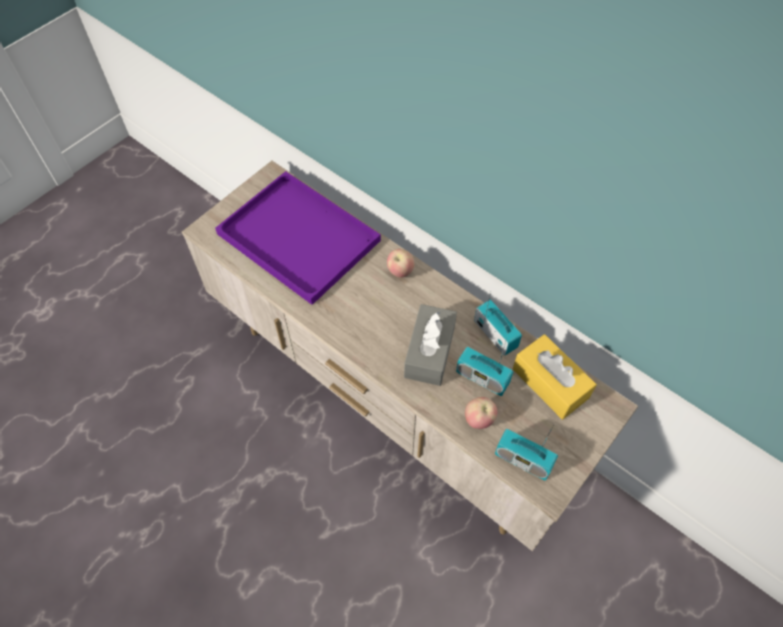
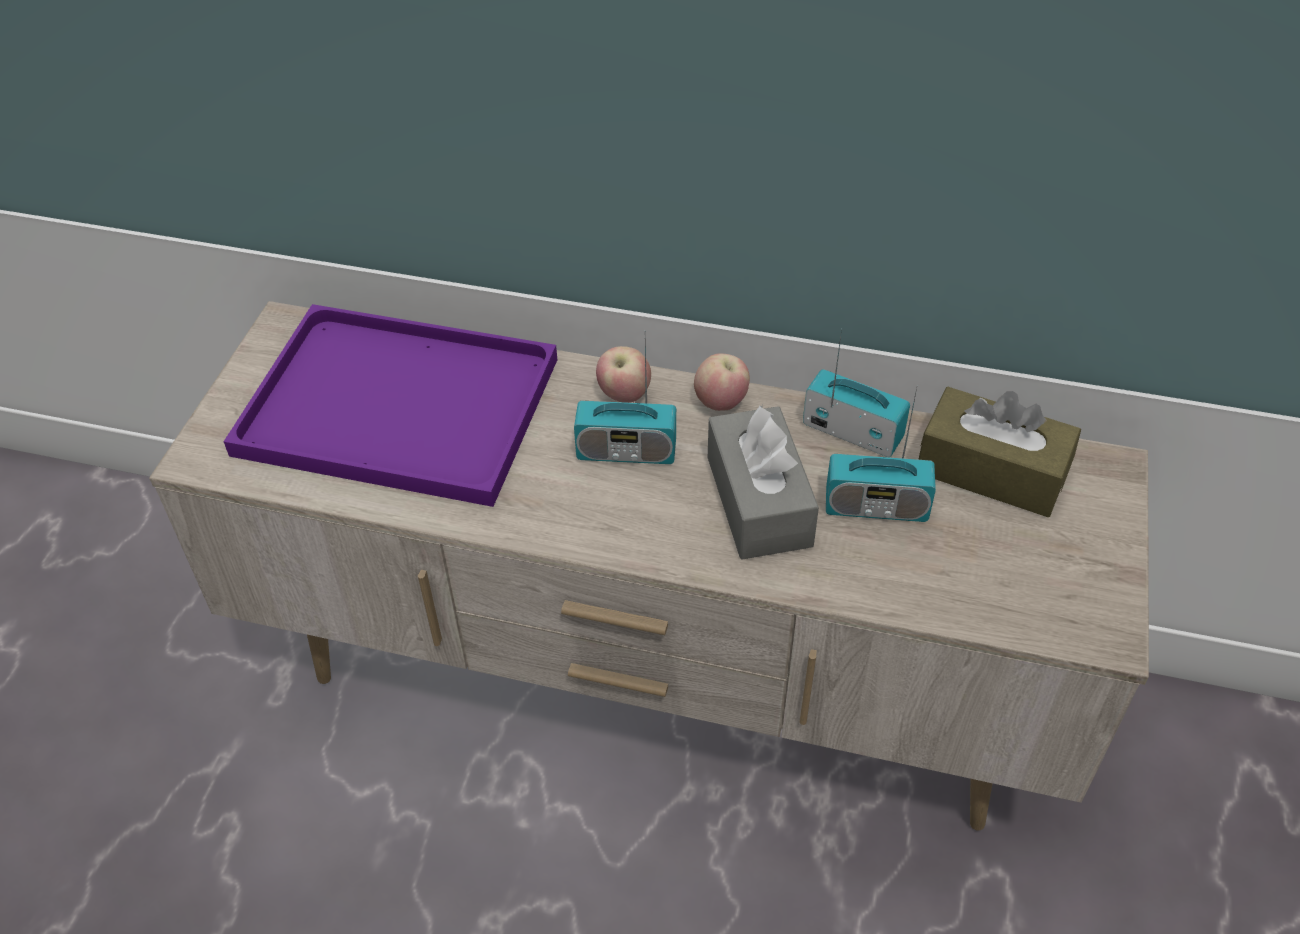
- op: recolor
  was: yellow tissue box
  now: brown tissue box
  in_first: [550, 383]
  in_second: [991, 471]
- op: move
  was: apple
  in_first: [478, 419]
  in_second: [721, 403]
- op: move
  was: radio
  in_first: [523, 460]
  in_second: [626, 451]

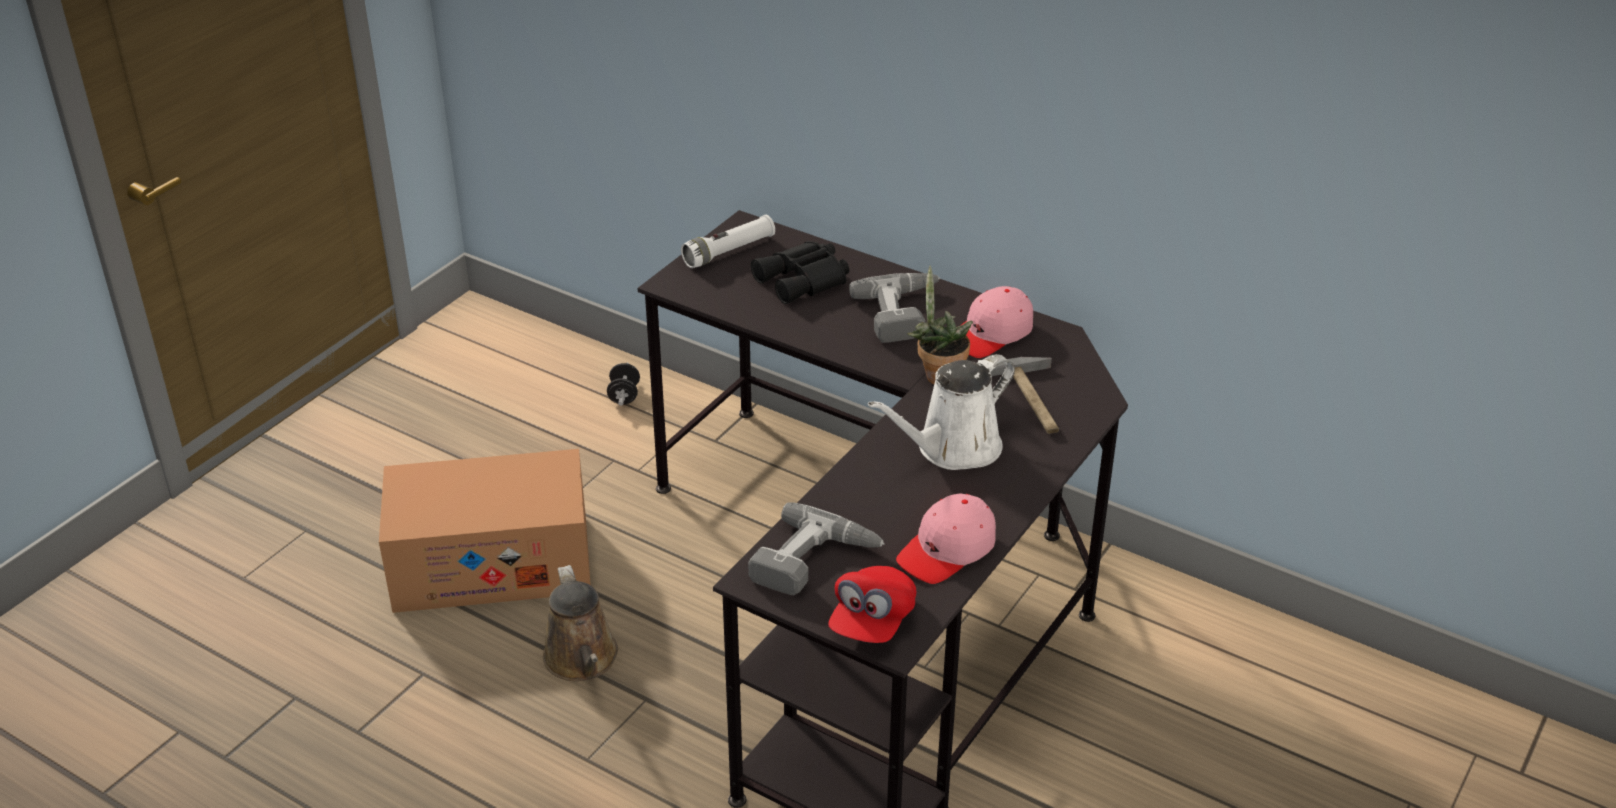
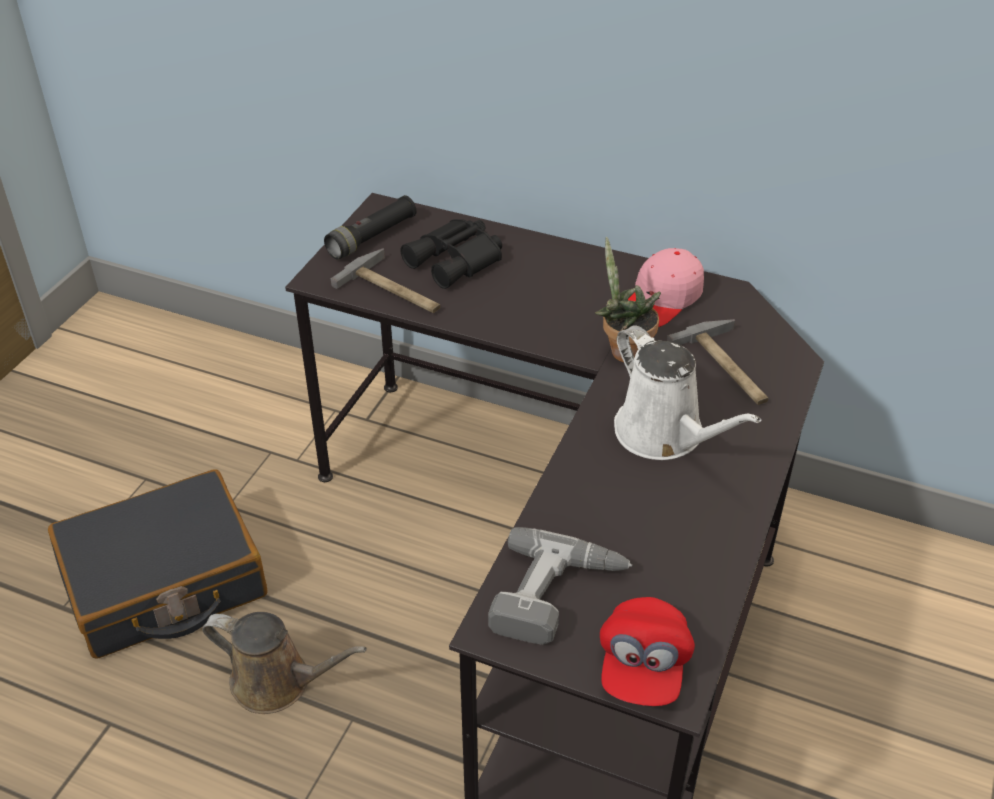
- op: recolor
  was: white flashlight
  now: black flashlight
  in_first: [729, 252]
  in_second: [372, 238]
- op: delete
  was: power drill
  in_first: [904, 313]
- op: rotate
  was: white watering can
  in_first: [952, 449]
  in_second: [664, 435]
  clockwise: -75
- op: delete
  was: black dumbbell
  in_first: [624, 396]
- op: replace
  was: cardboard box
  now: black suitcase
  in_first: [492, 563]
  in_second: [164, 582]
- op: delete
  was: pink cap
  in_first: [947, 550]
- op: rotate
  was: brown watering can
  in_first: [582, 660]
  in_second: [278, 682]
  clockwise: -45
- op: insert
  now: hammer
  in_second: [395, 290]

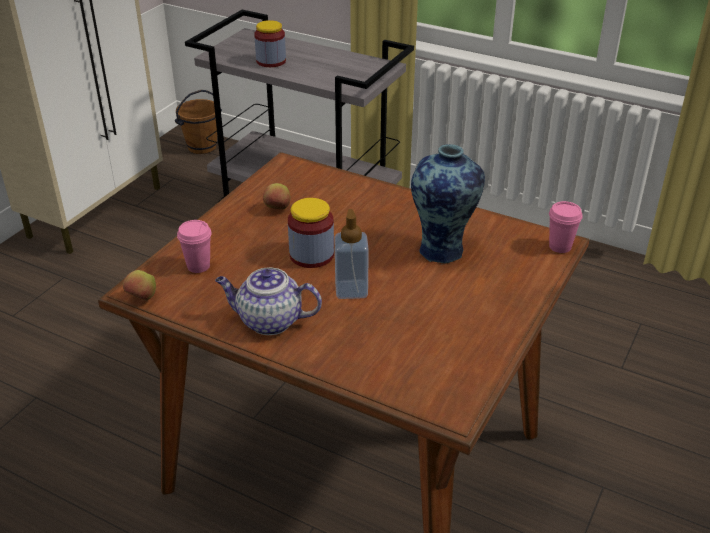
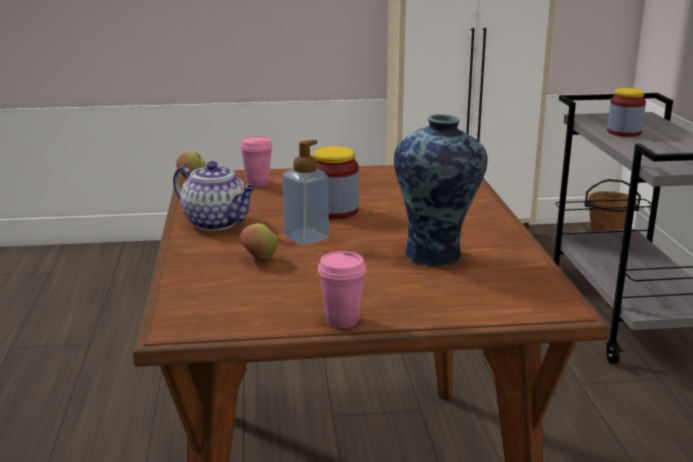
- op: move
  was: apple
  in_first: [277, 209]
  in_second: [259, 260]
- op: move
  was: pink cup
  in_first: [560, 246]
  in_second: [342, 320]
- op: rotate
  was: teapot
  in_first: [268, 321]
  in_second: [217, 223]
  clockwise: 150

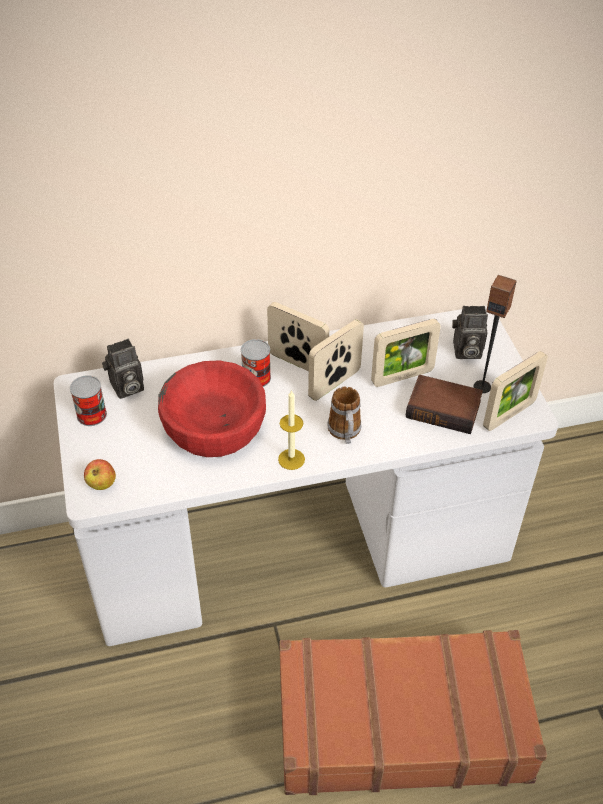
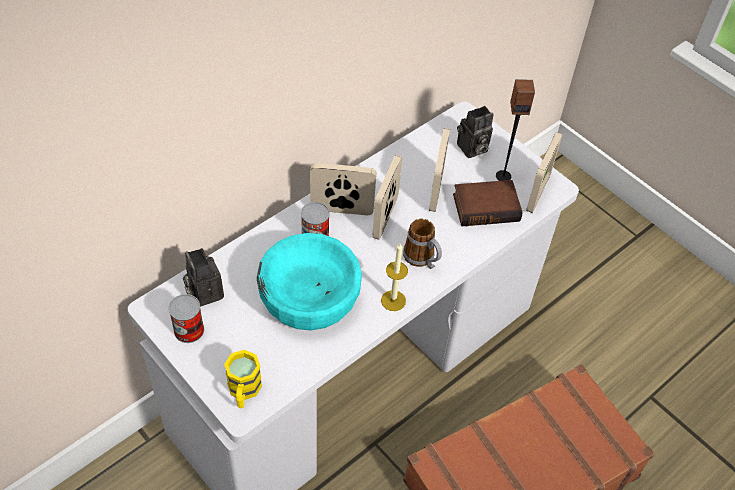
- op: rotate
  was: picture frame
  in_first: [402, 377]
  in_second: [436, 190]
  clockwise: 150
- op: rotate
  was: photo camera
  in_first: [126, 388]
  in_second: [204, 292]
  clockwise: 120
- op: recolor
  was: red bowl
  now: turquoise bowl
  in_first: [214, 428]
  in_second: [309, 299]
- op: replace
  was: apple
  now: yellow mug
  in_first: [101, 484]
  in_second: [243, 391]

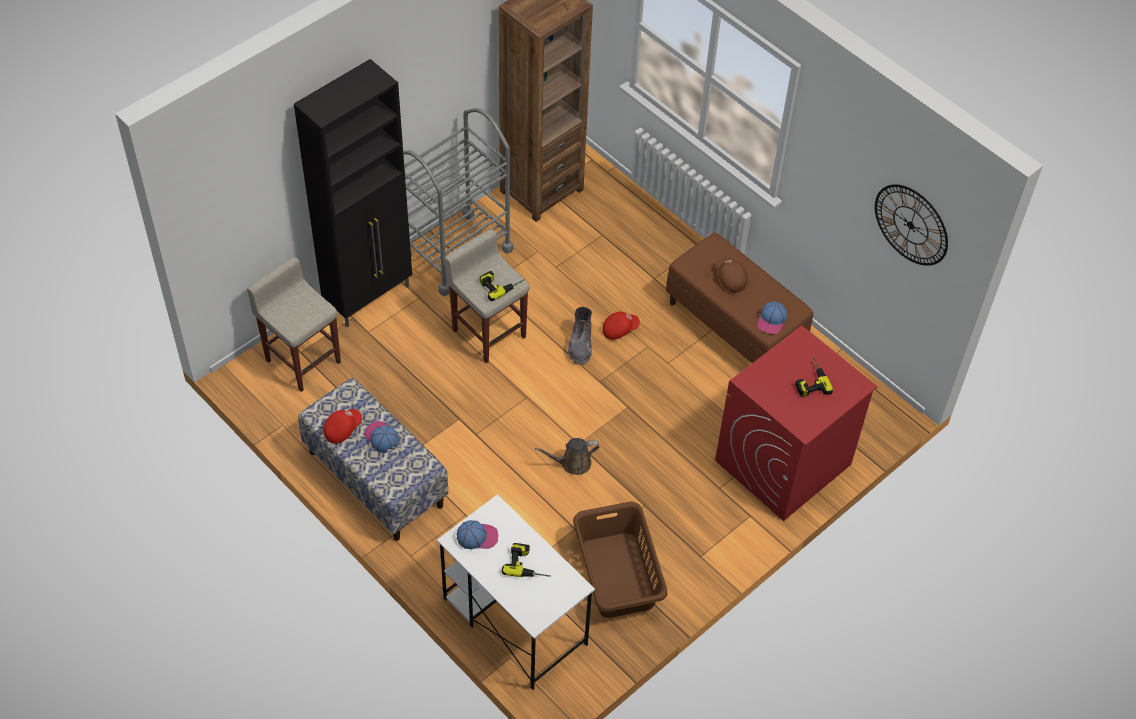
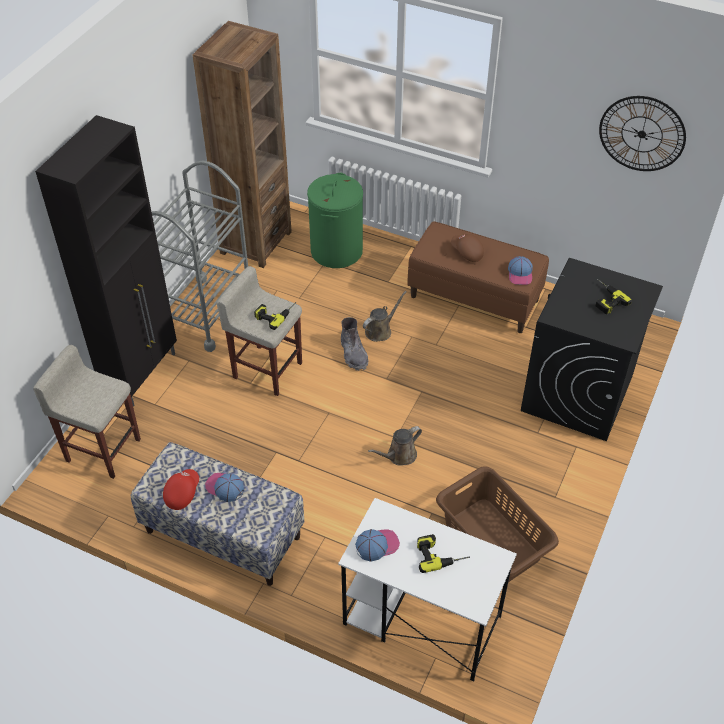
- op: replace
  was: red cap
  now: brown watering can
  in_first: [619, 329]
  in_second: [380, 330]
- op: recolor
  was: red washing machine
  now: black washing machine
  in_first: [782, 463]
  in_second: [577, 393]
- op: insert
  now: green laundry basket
  in_second: [336, 251]

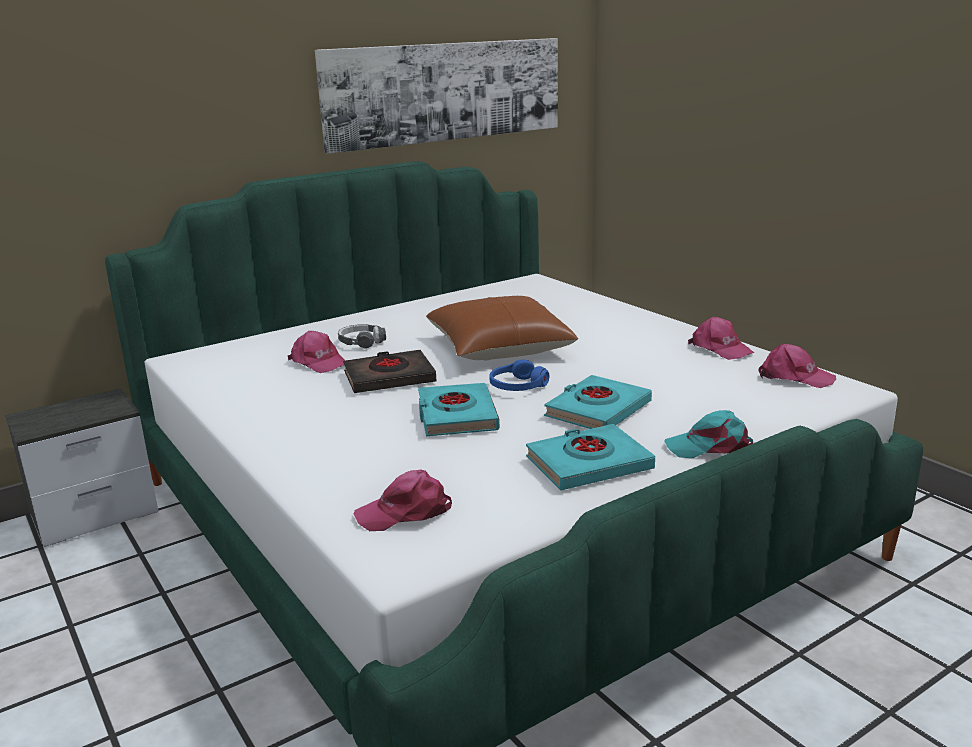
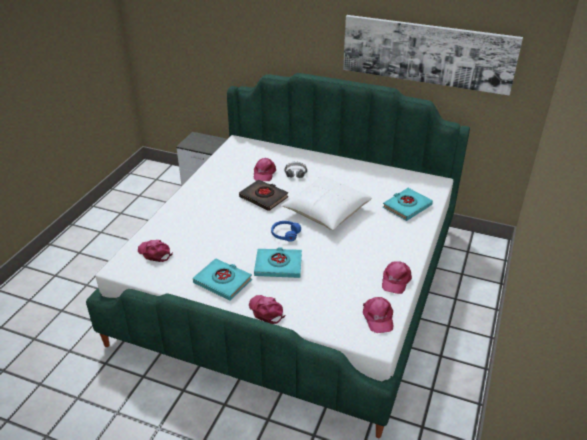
- op: recolor
  was: brown pillow
  now: white pillow
  in_first: [499, 348]
  in_second: [326, 211]
- op: move
  was: turquoise book
  in_first: [456, 416]
  in_second: [406, 207]
- op: recolor
  was: turquoise cap
  now: pink cap
  in_first: [710, 447]
  in_second: [266, 311]

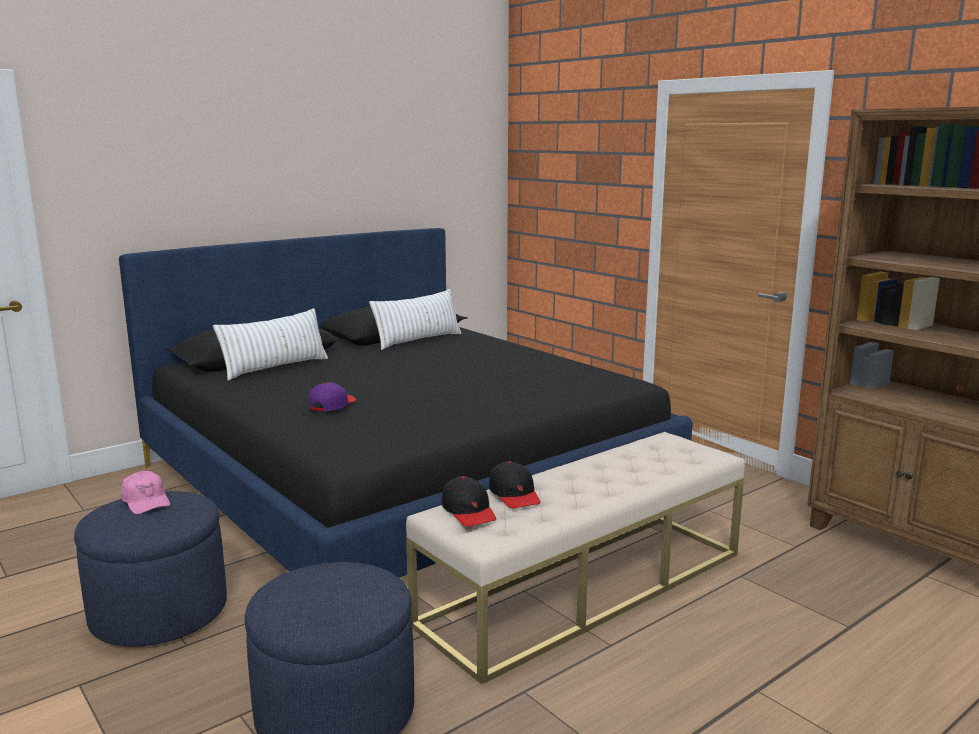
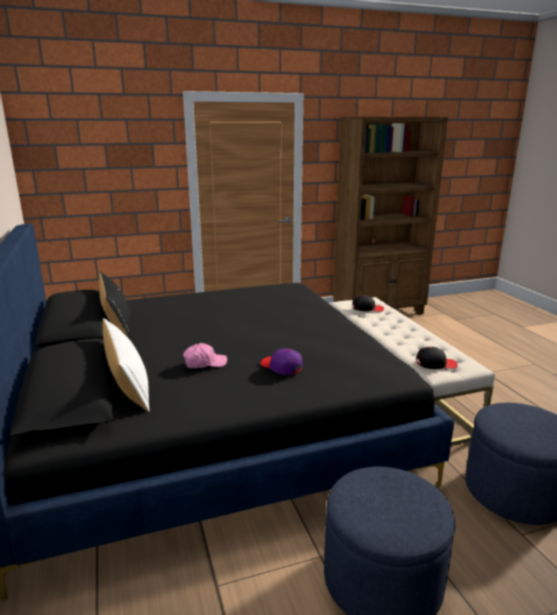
- op: recolor
  was: white pillow
  now: black pillow
  in_first: [418, 340]
  in_second: [116, 320]
- op: move
  was: black cap
  in_first: [514, 494]
  in_second: [367, 308]
- op: move
  was: pink cap
  in_first: [146, 501]
  in_second: [204, 363]

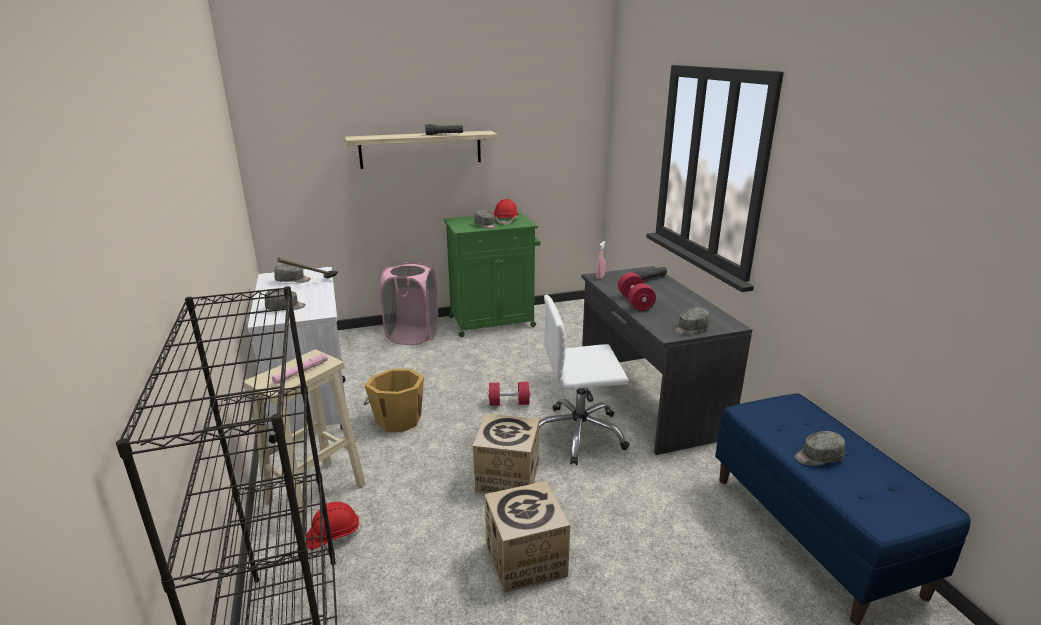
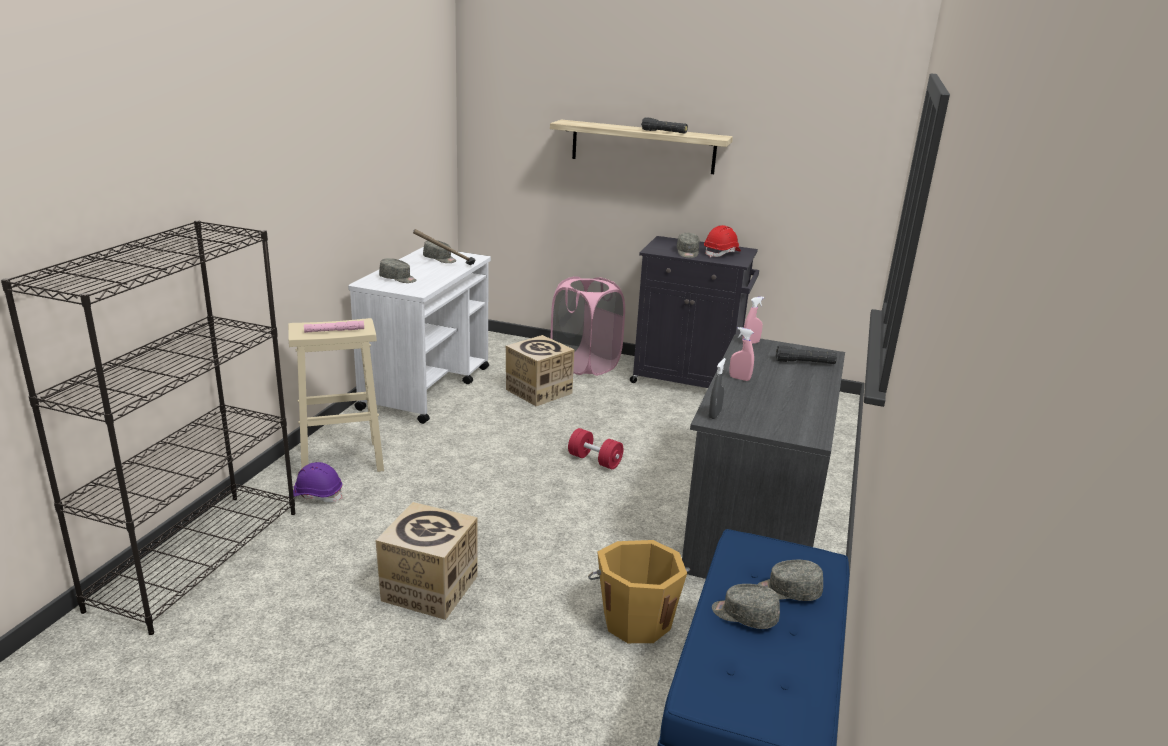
- op: recolor
  was: green cabinet
  now: black cabinet
  in_first: [493, 322]
  in_second: [688, 379]
- op: replace
  was: red dumbbell
  now: pink spray bottle
  in_first: [635, 302]
  in_second: [739, 378]
- op: delete
  was: white office chair
  in_first: [578, 434]
- op: move
  was: grey cap
  in_first: [690, 329]
  in_second: [788, 591]
- op: move
  was: orange bucket
  in_first: [398, 419]
  in_second: [636, 620]
- op: move
  was: cardboard box
  in_first: [507, 477]
  in_second: [538, 391]
- op: recolor
  was: red hard hat
  now: purple hard hat
  in_first: [333, 535]
  in_second: [316, 495]
- op: insert
  now: grey spray bottle
  in_second: [714, 415]

